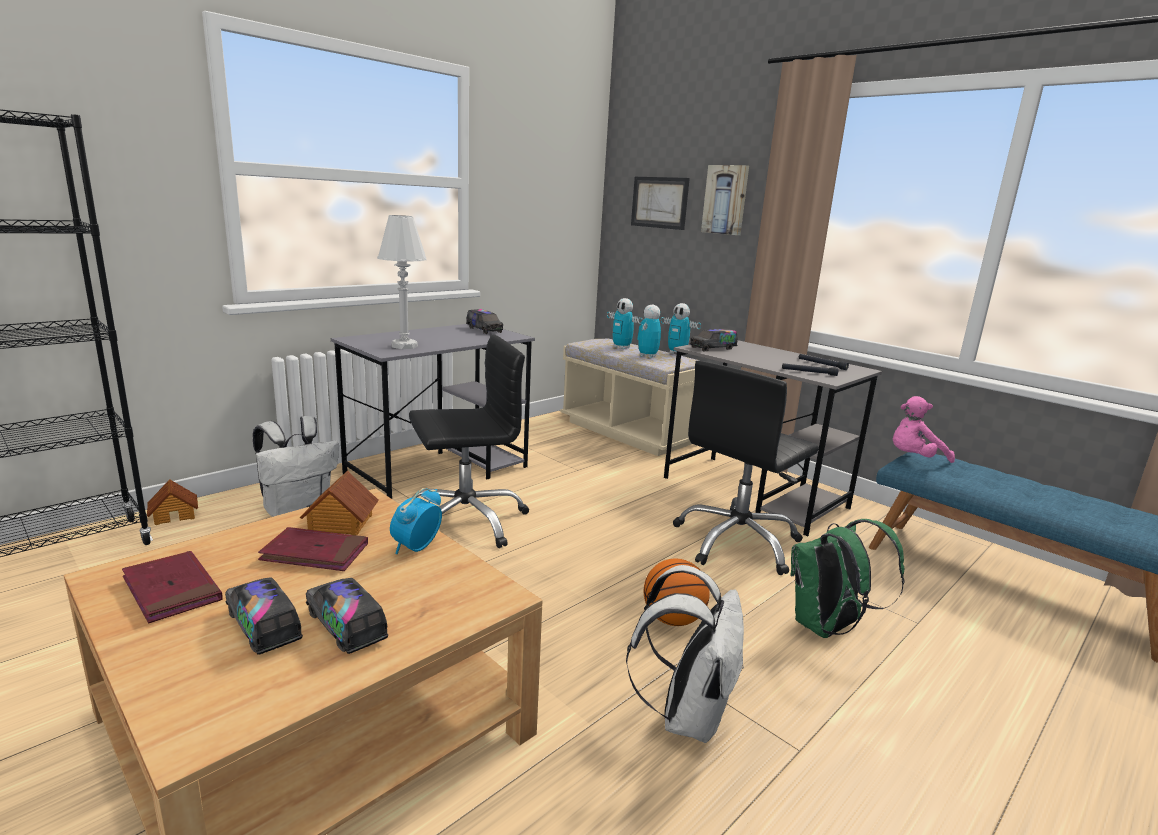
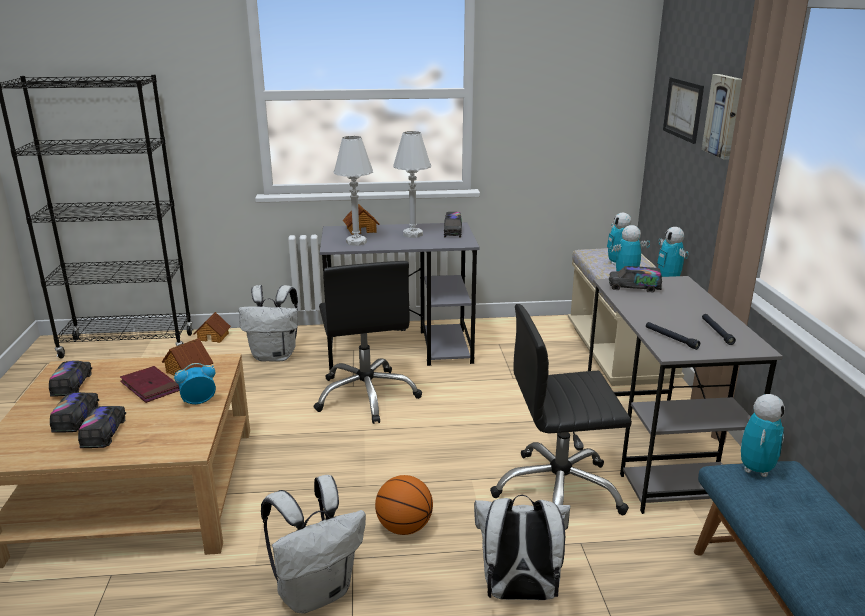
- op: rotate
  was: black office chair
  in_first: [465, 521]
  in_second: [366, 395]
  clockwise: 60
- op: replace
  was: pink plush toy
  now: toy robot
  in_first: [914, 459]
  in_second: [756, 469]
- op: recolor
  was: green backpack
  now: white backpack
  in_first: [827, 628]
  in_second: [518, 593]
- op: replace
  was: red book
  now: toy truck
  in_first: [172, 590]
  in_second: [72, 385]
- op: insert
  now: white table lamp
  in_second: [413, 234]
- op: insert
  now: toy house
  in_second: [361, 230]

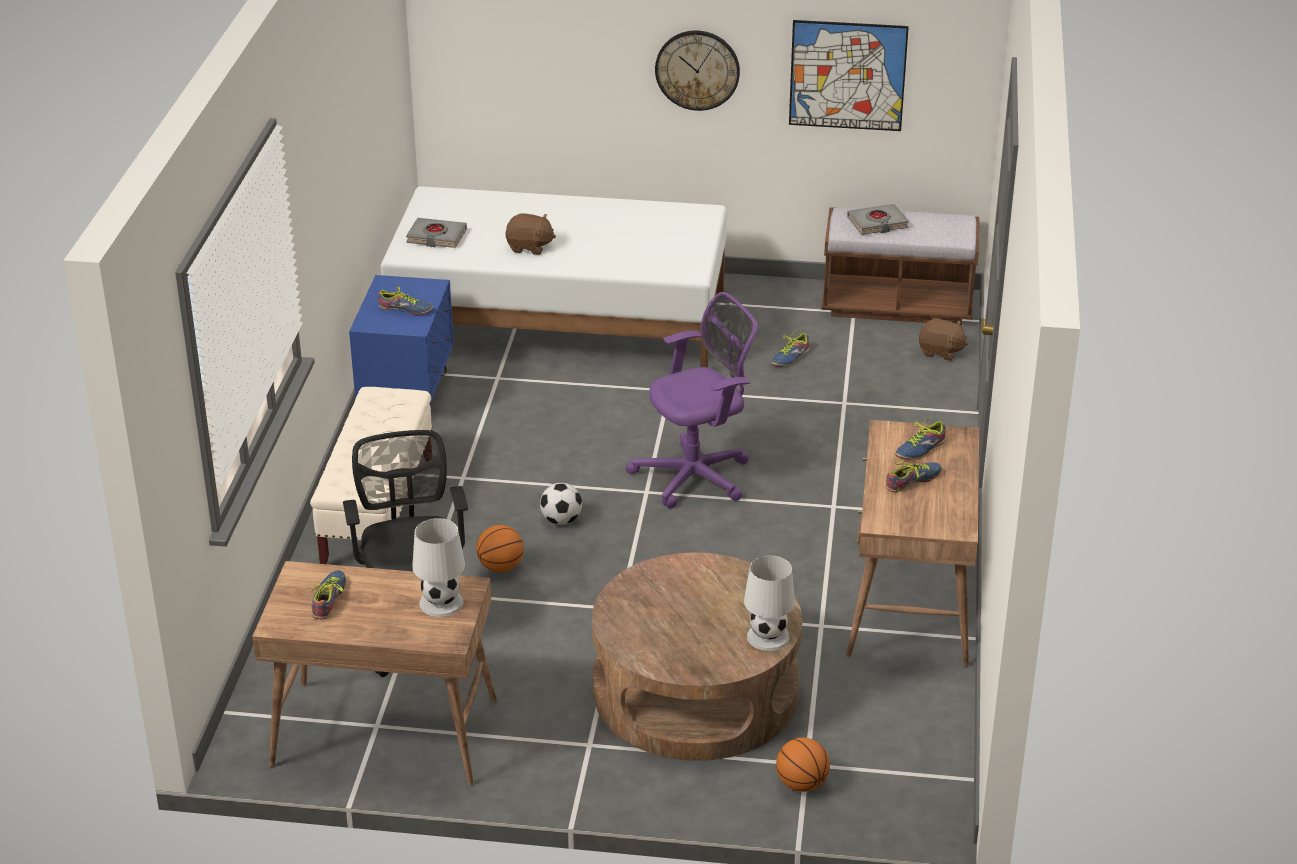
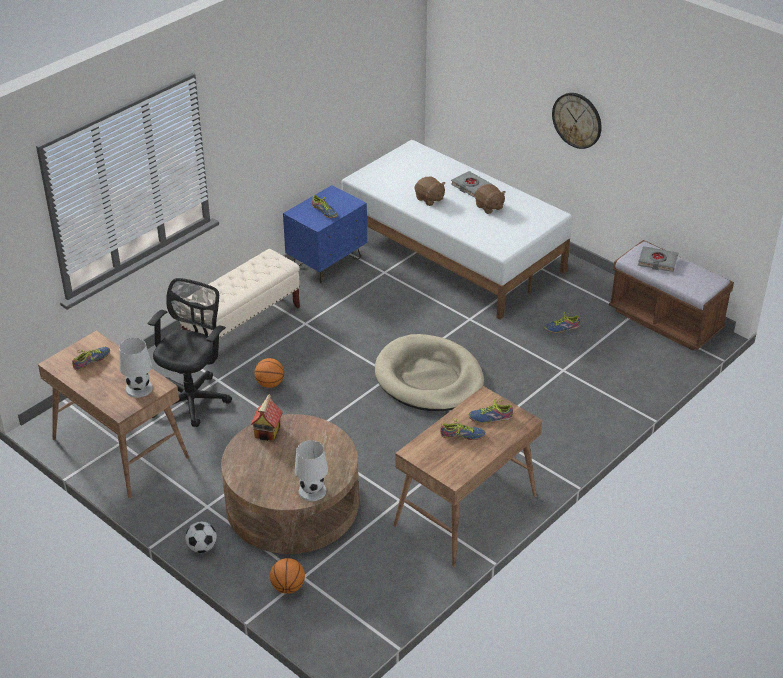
- op: delete
  was: picture
  in_first: [847, 75]
- op: move
  was: grey book
  in_first: [436, 237]
  in_second: [471, 186]
- op: replace
  was: purple office chair
  now: beige dog bed
  in_first: [697, 476]
  in_second: [429, 378]
- op: move
  was: brown plush toy
  in_first: [940, 352]
  in_second: [489, 207]
- op: move
  was: football
  in_first: [561, 520]
  in_second: [202, 547]
- op: insert
  now: toy house
  in_second: [268, 432]

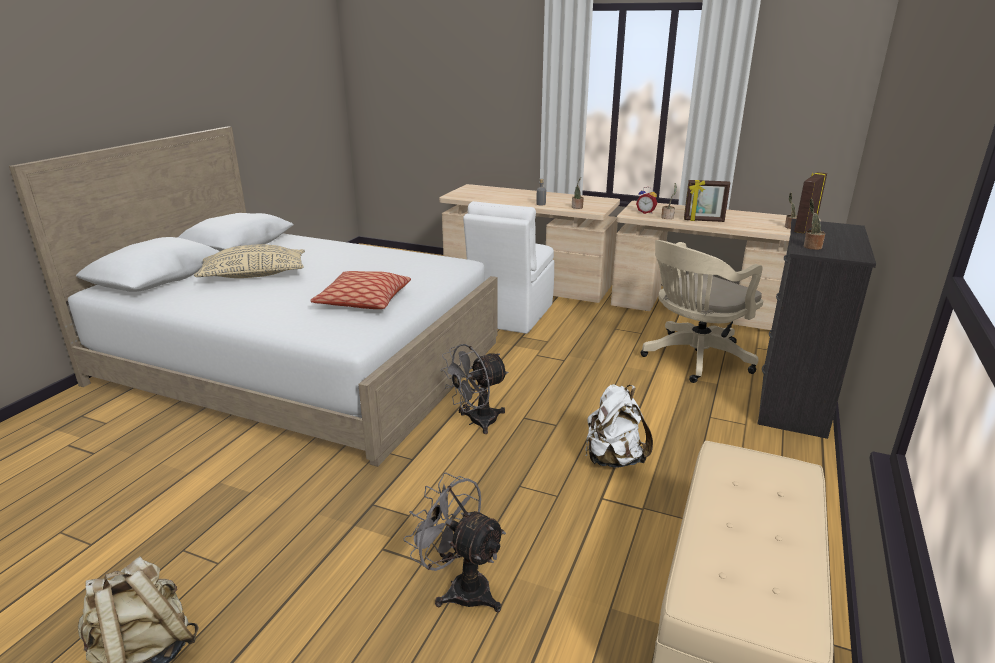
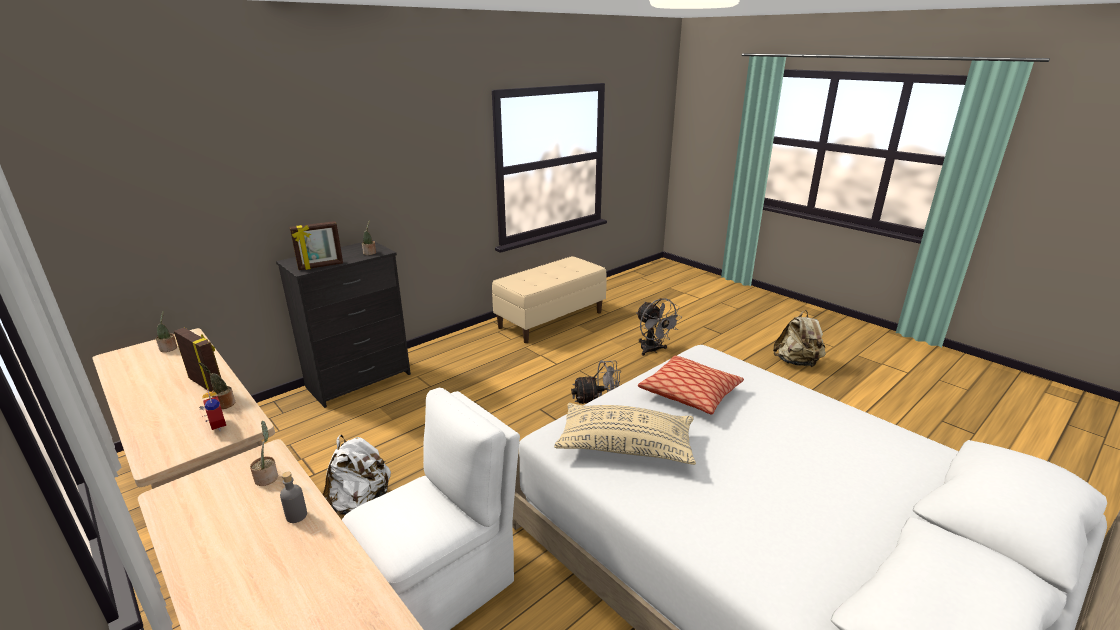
- op: delete
  was: beige office chair
  in_first: [693, 359]
- op: move
  was: beige pillow
  in_first: [254, 275]
  in_second: [625, 446]
- op: move
  was: white backpack
  in_first: [613, 459]
  in_second: [360, 502]

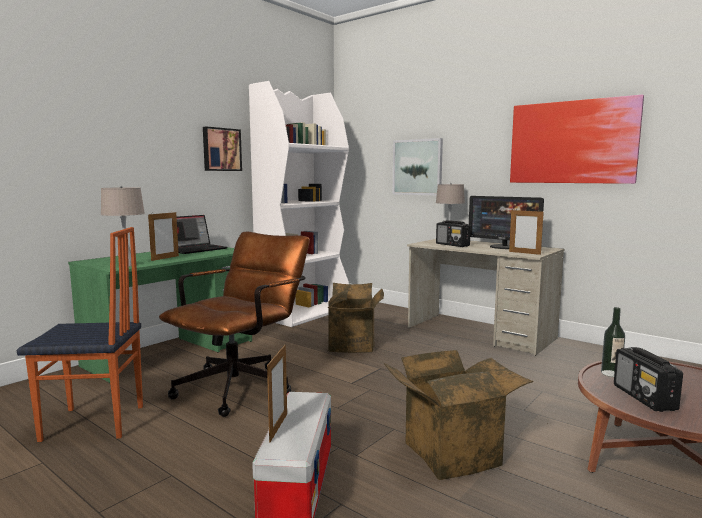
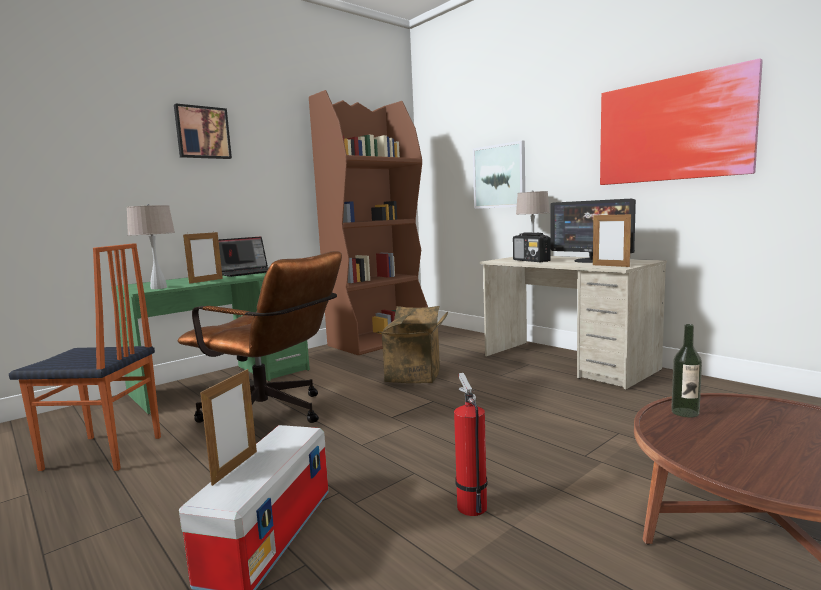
- op: recolor
  was: white bookcase
  now: brown bookcase
  in_first: [304, 313]
  in_second: [379, 340]
- op: move
  was: picture
  in_first: [221, 149]
  in_second: [202, 132]
- op: rotate
  was: brown office chair
  in_first: [242, 385]
  in_second: [273, 417]
  clockwise: 75
- op: delete
  was: radio
  in_first: [644, 398]
- op: replace
  was: cardboard box
  now: fire extinguisher
  in_first: [451, 451]
  in_second: [470, 504]

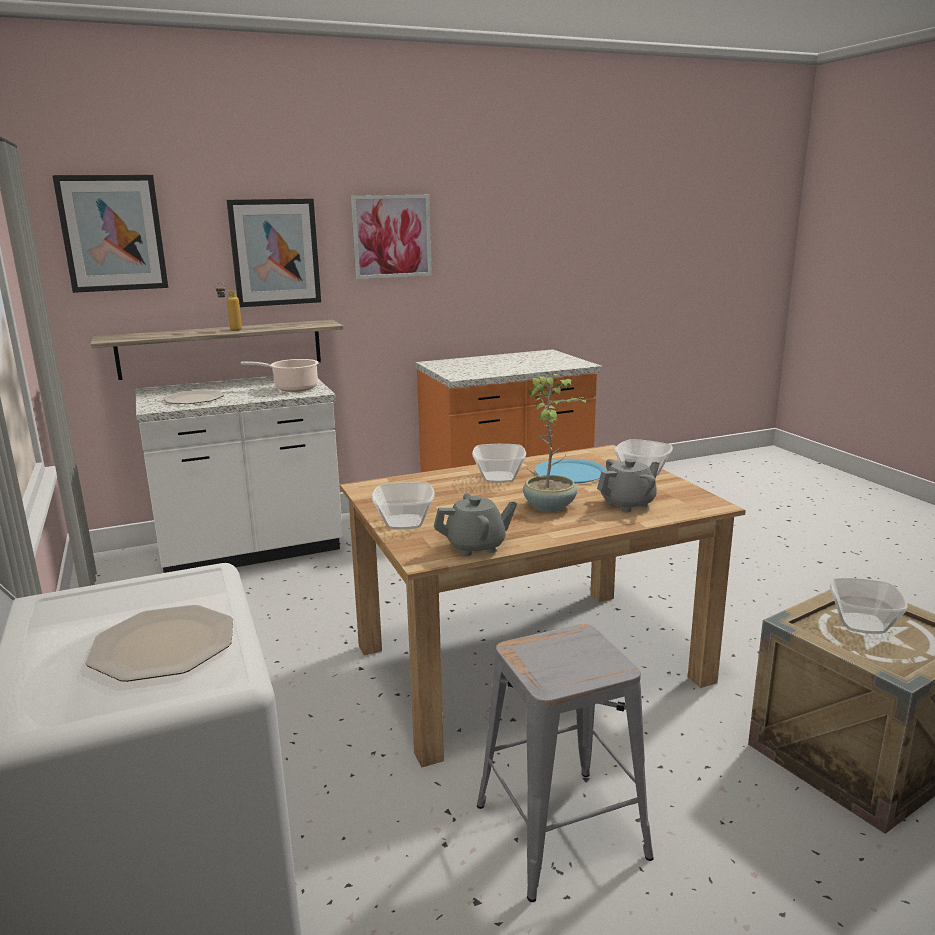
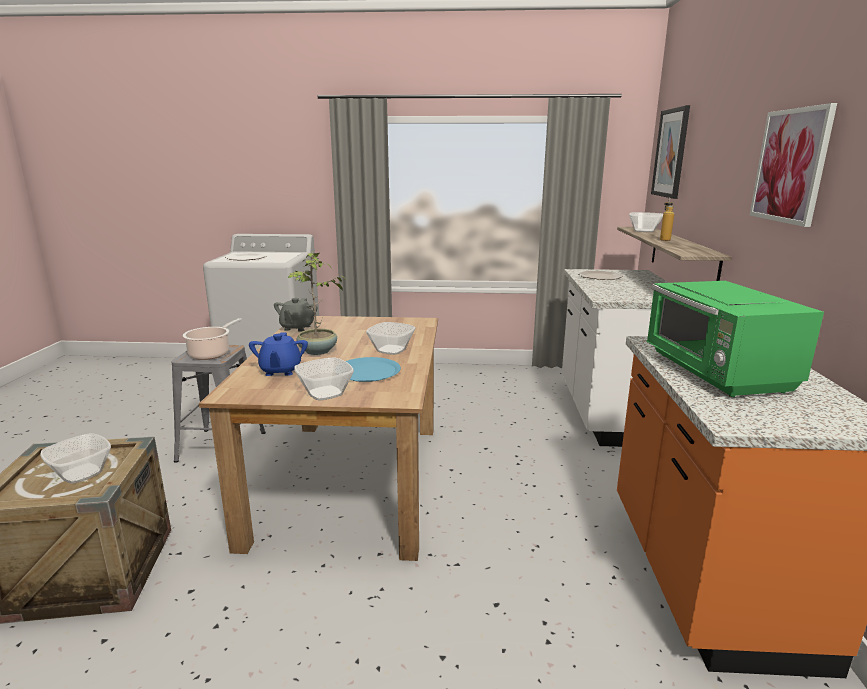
- op: delete
  was: picture
  in_first: [275, 252]
- op: move
  was: cooking pot
  in_first: [293, 388]
  in_second: [211, 353]
- op: recolor
  was: grey teapot
  now: blue teapot
  in_first: [628, 504]
  in_second: [280, 371]
- op: move
  was: bowl
  in_first: [403, 523]
  in_second: [643, 231]
- op: insert
  now: green microwave
  in_second: [716, 373]

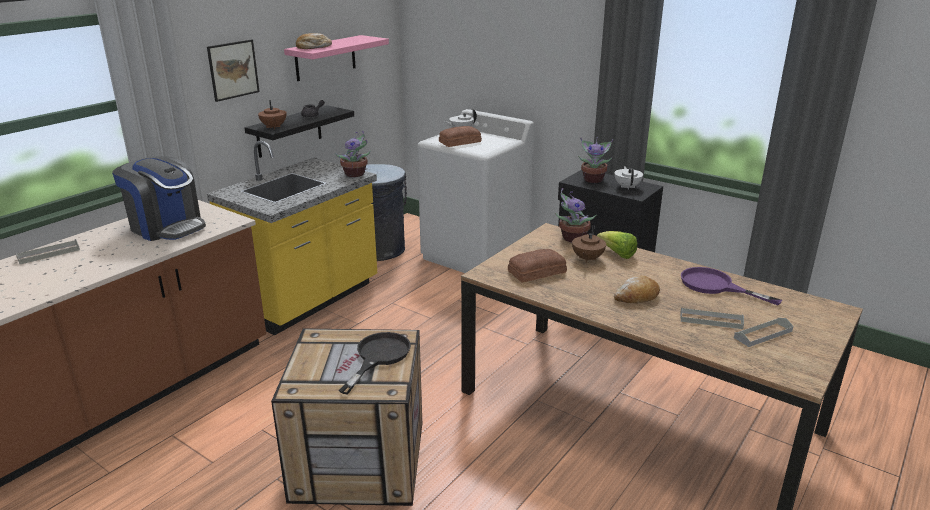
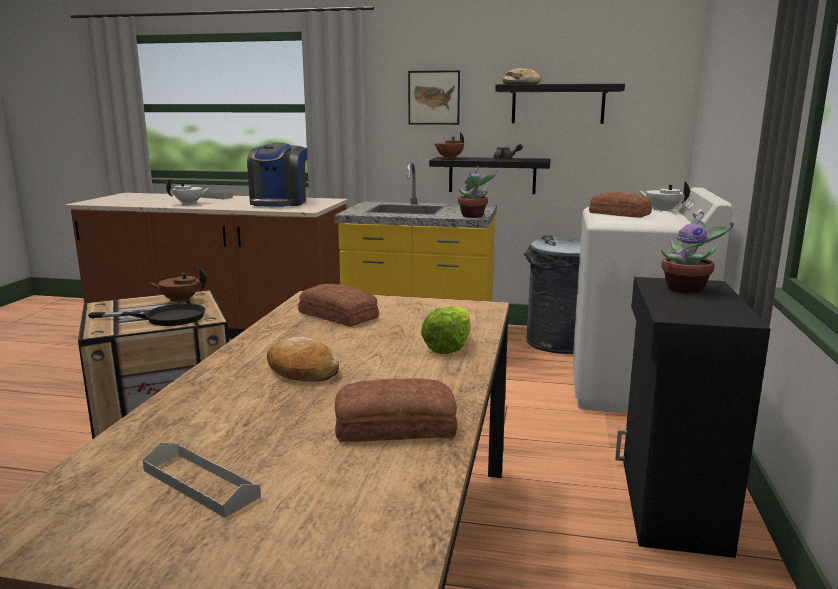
- op: recolor
  was: pink shelf
  now: black shelf
  in_first: [325, 58]
  in_second: [558, 104]
- op: move
  was: white teapot
  in_first: [627, 187]
  in_second: [189, 203]
- op: delete
  was: potted plant
  in_first: [572, 238]
- op: move
  was: brown teapot
  in_first: [587, 259]
  in_second: [180, 301]
- op: replace
  was: purple frying pan
  now: bread
  in_first: [715, 286]
  in_second: [394, 425]
- op: delete
  was: grey tray
  in_first: [711, 320]

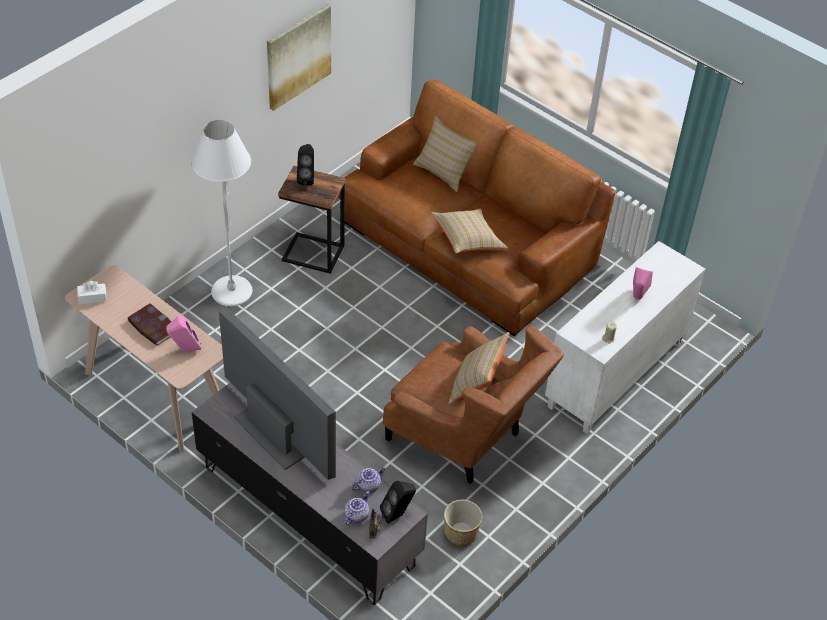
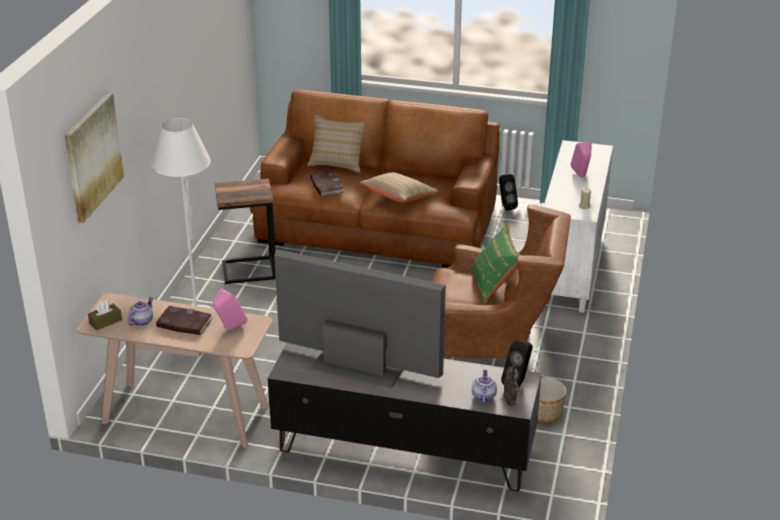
- op: move
  was: picture
  in_first: [298, 56]
  in_second: [92, 156]
- op: move
  was: black speaker
  in_first: [307, 178]
  in_second: [505, 206]
- op: recolor
  was: white tissue box
  now: brown tissue box
  in_first: [92, 297]
  in_second: [105, 322]
- op: recolor
  was: beige pillow
  now: green pillow
  in_first: [476, 385]
  in_second: [494, 284]
- op: move
  was: teapot
  in_first: [368, 485]
  in_second: [141, 321]
- op: insert
  now: book
  in_second: [326, 185]

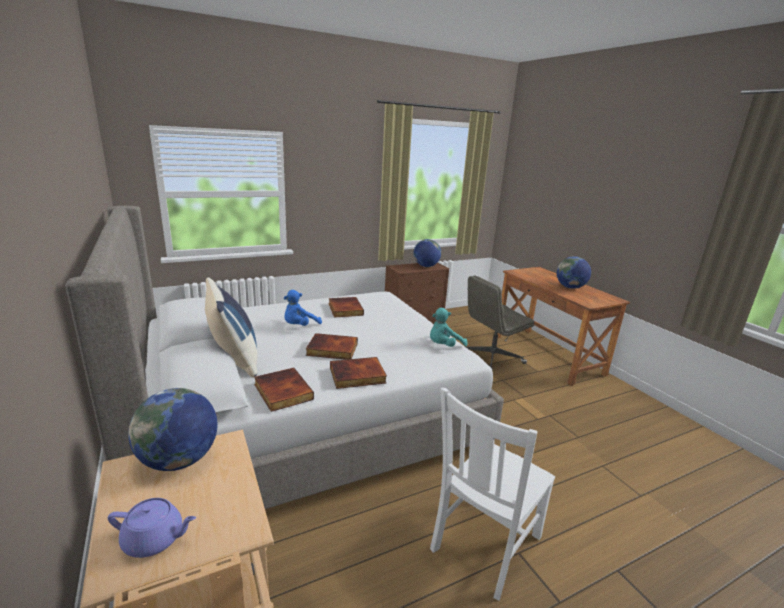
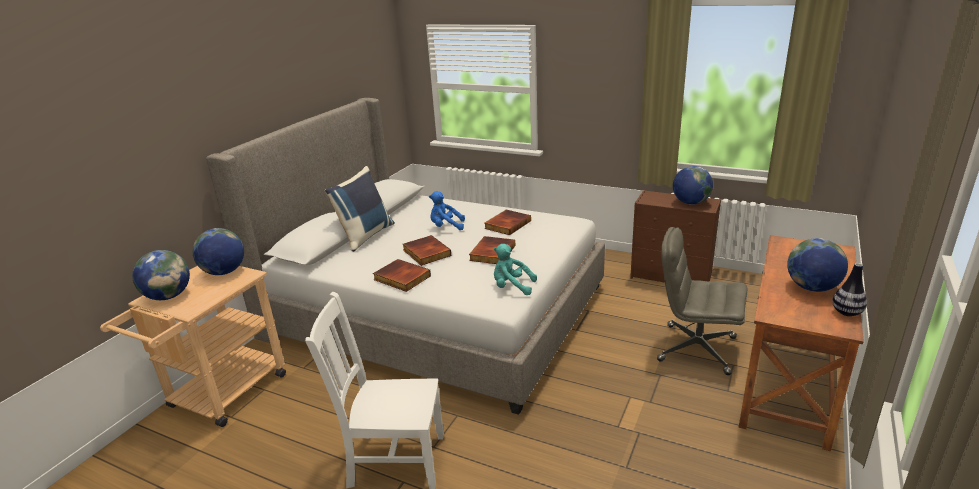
- op: move
  was: book
  in_first: [282, 392]
  in_second: [491, 252]
- op: replace
  was: purple teapot
  now: globe
  in_first: [155, 539]
  in_second: [168, 296]
- op: insert
  now: vase
  in_second: [846, 312]

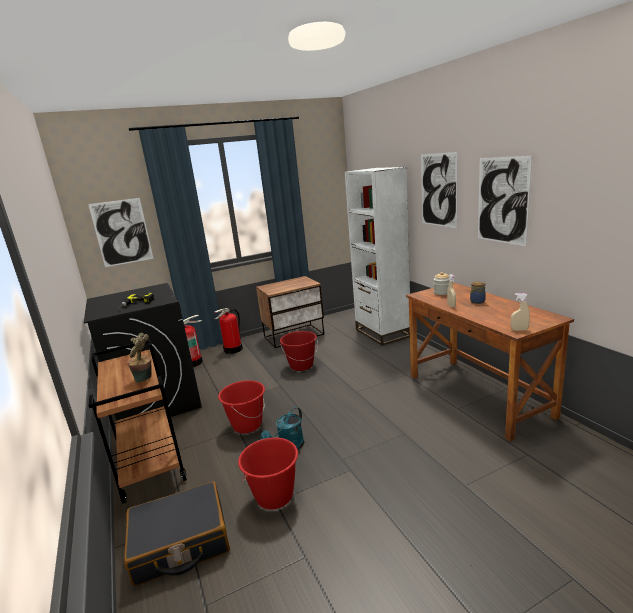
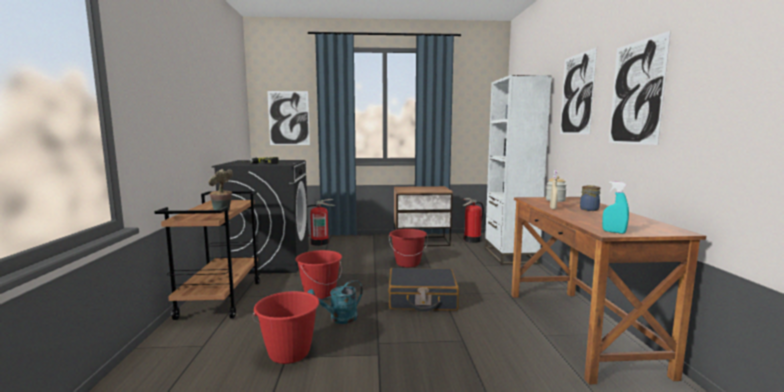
- op: recolor
  was: beige spray bottle
  now: turquoise spray bottle
  in_first: [519, 330]
  in_second: [614, 232]
- op: move
  was: fire extinguisher
  in_first: [233, 349]
  in_second: [472, 240]
- op: move
  was: black suitcase
  in_first: [180, 542]
  in_second: [422, 299]

